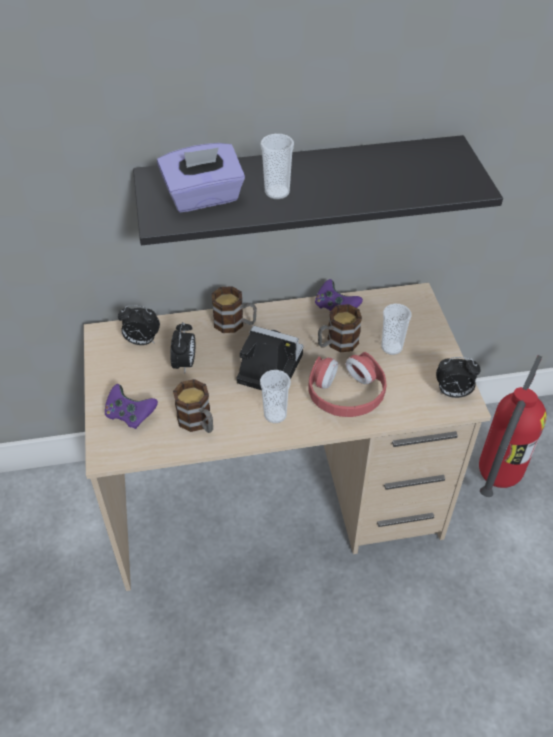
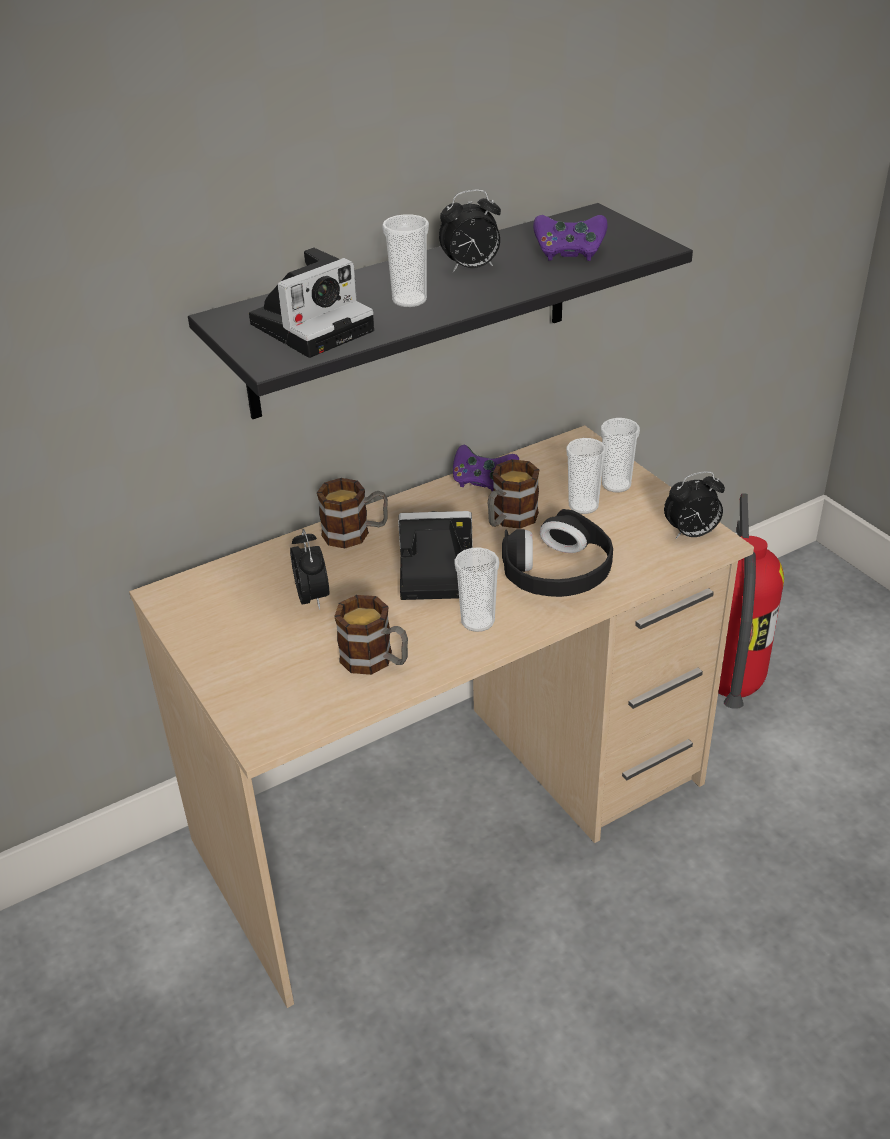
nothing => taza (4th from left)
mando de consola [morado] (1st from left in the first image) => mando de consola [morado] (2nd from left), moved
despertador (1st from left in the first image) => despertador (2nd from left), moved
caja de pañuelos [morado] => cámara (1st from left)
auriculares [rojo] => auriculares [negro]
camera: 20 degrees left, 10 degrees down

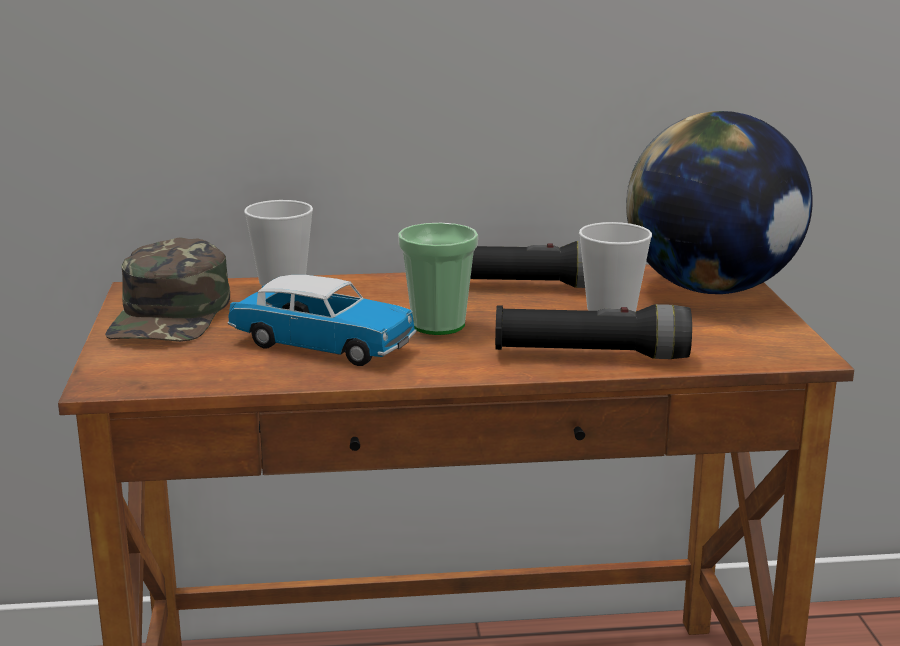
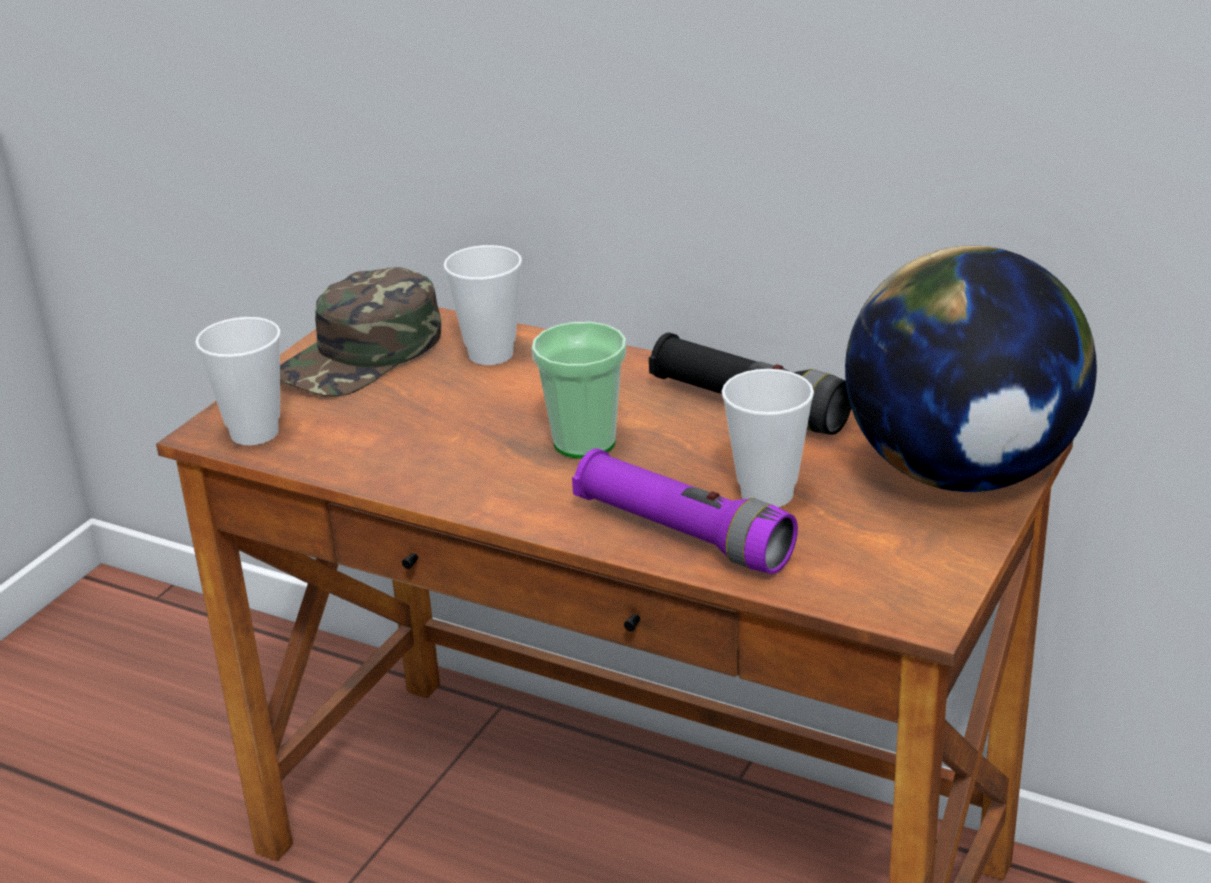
coche de juguete => nothing
nothing => taza (1st from left)
linterna [negro] (2nd from left) => linterna [morado]
camera: 35 degrees right, 10 degrees up

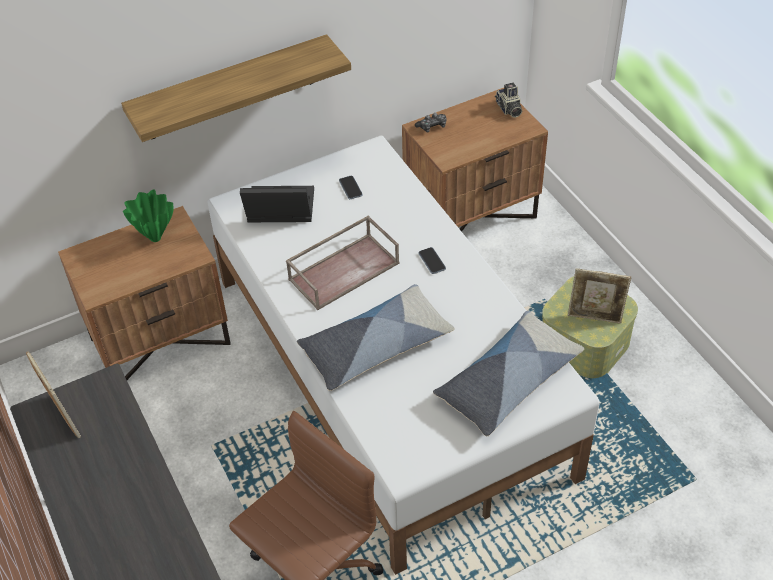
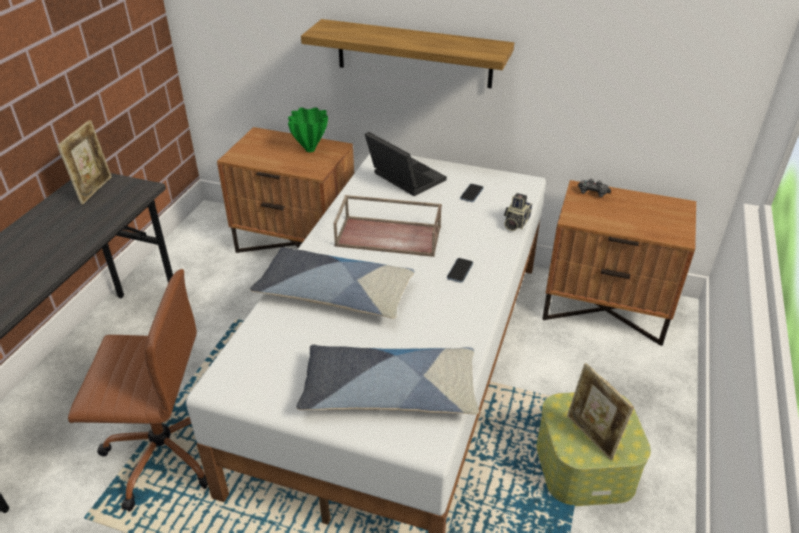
cámara, moved
camera: 45 degrees right, 10 degrees down

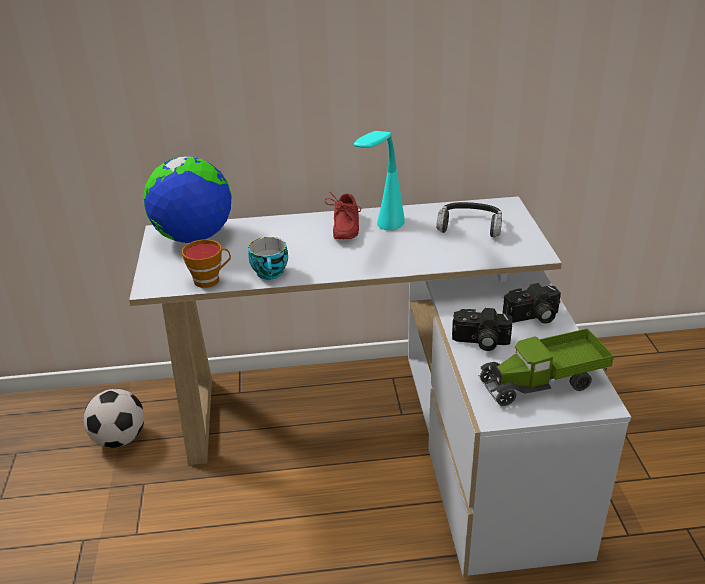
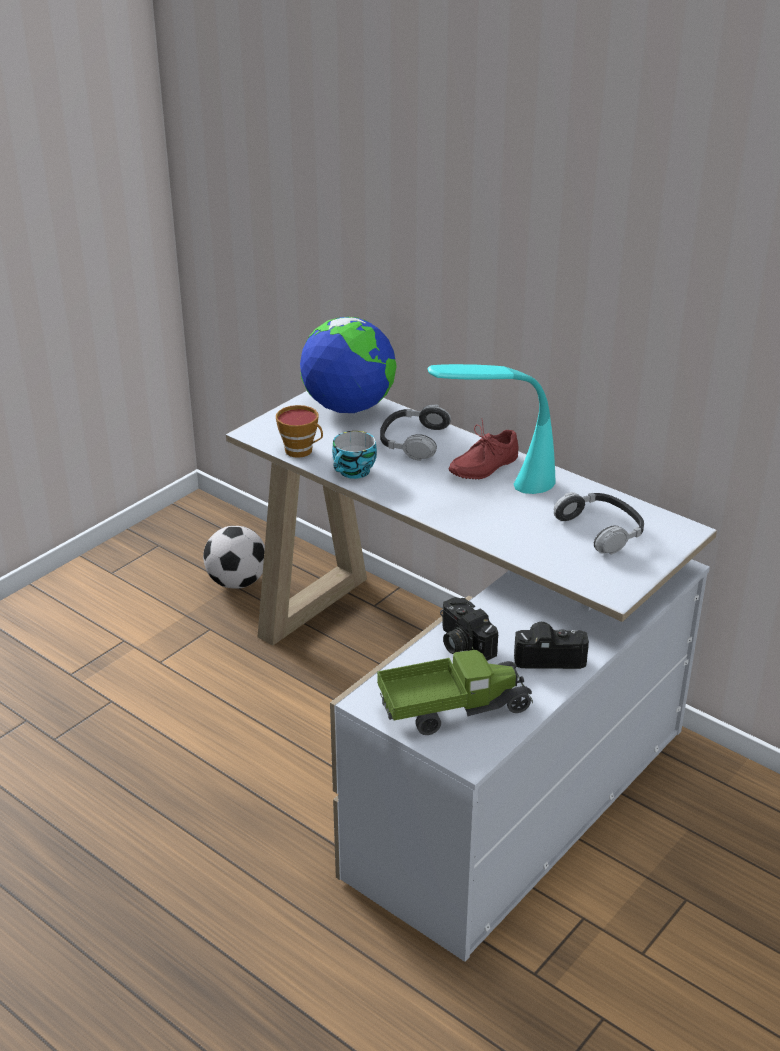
nothing => auriculares (1st from left)
camión de juguete, 135 degrees clockwise
cámara (2nd from left), 150 degrees clockwise
camera: 45 degrees right, 0 degrees up

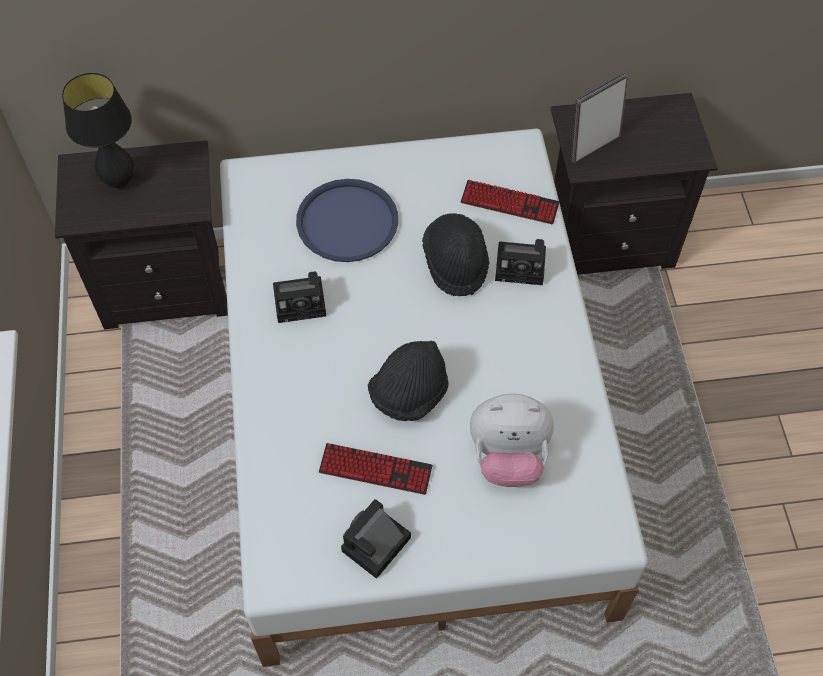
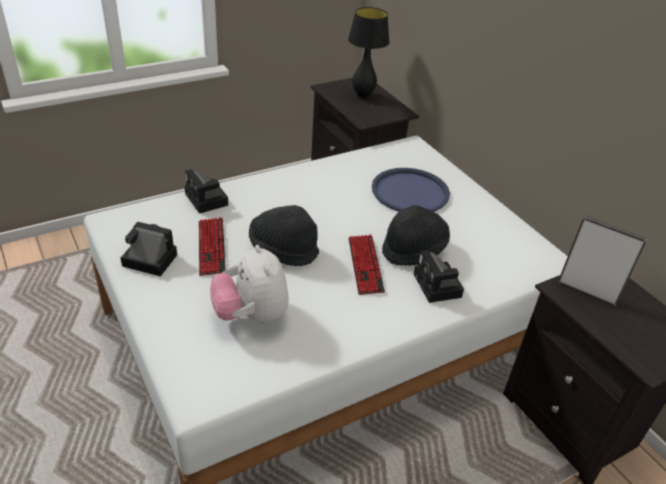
cámara (1st from left in the first image) => cámara (2nd from left), moved
teclado (2nd from left), moved
camera: 65 degrees right, 20 degrees down

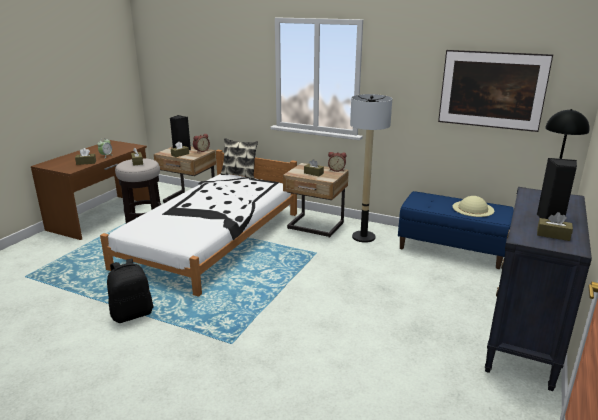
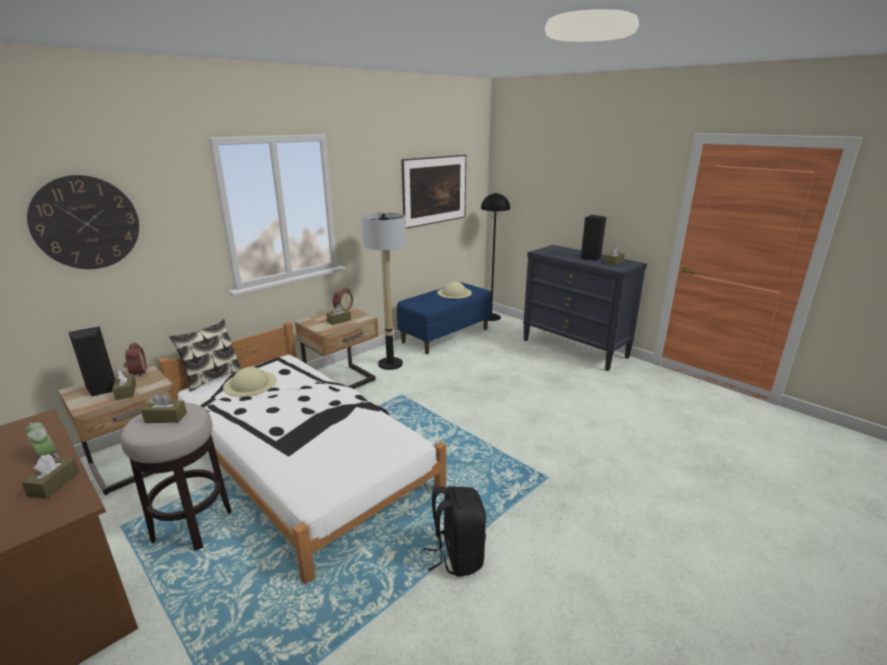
nothing => reloj de pared
nothing => sombrero [beis] (1st from left)
camera: 70 degrees left, 0 degrees up

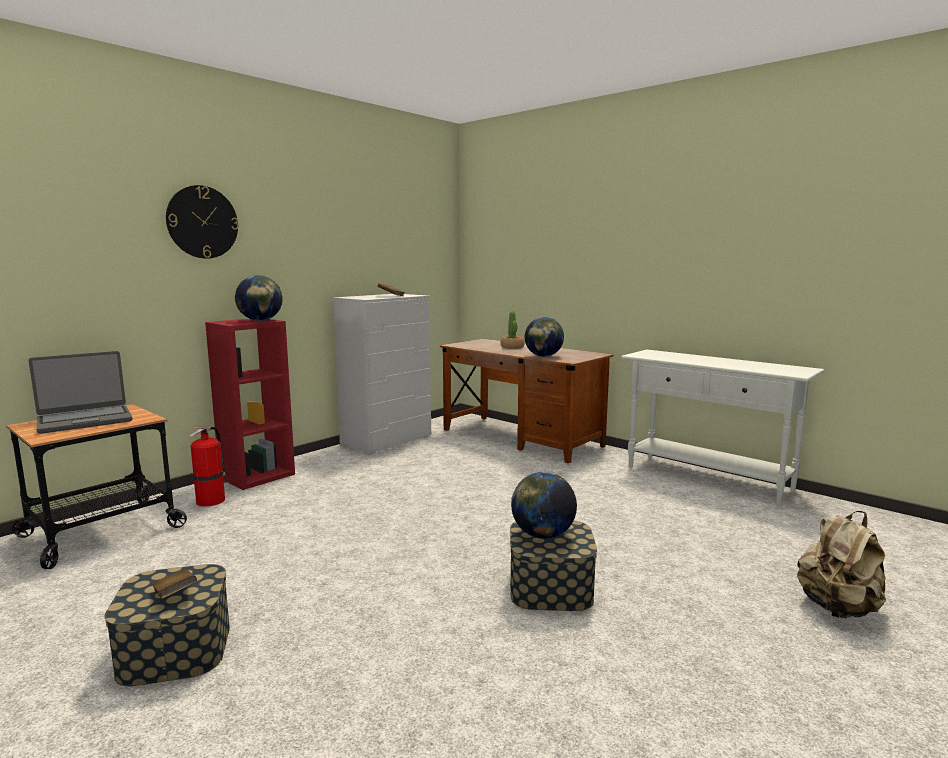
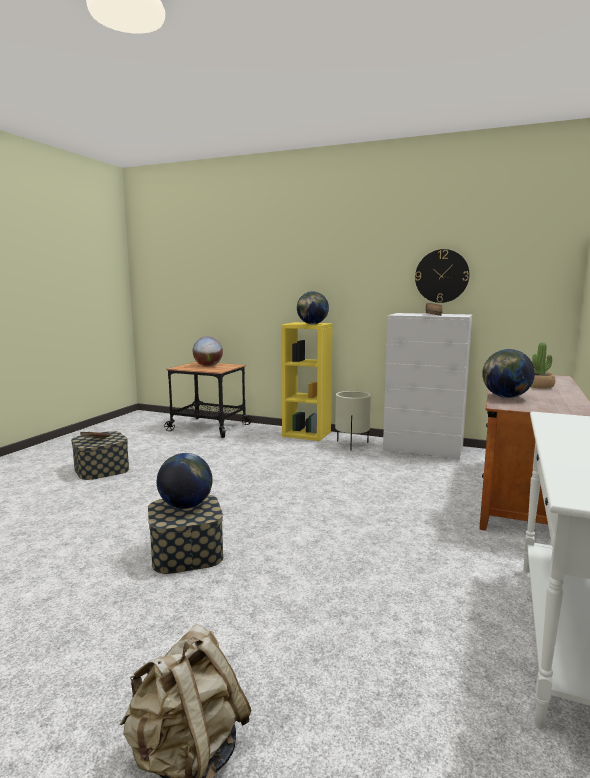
extintor => nothing
nothing => maceta [beis]
reloj de pared, moved
portátil => globo terráqueo (2nd from left)
estantería [rojo] => estantería [amarillo]
camera: 70 degrees right, 0 degrees up

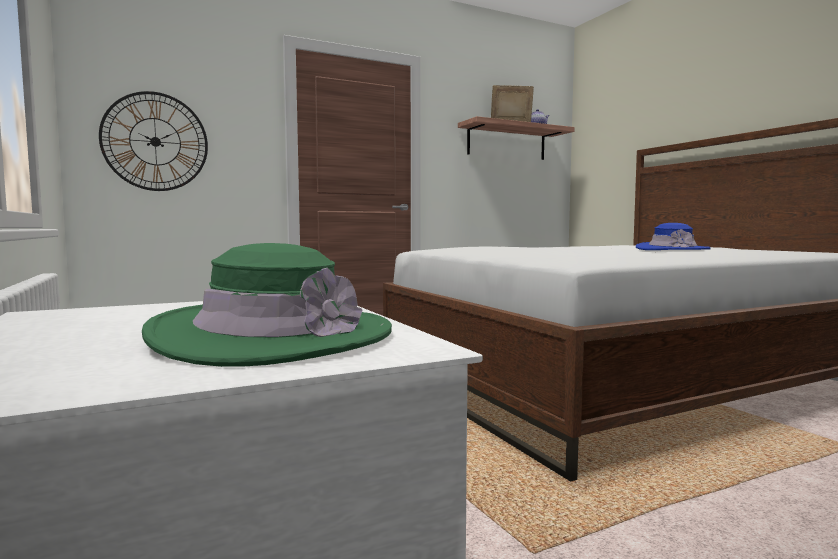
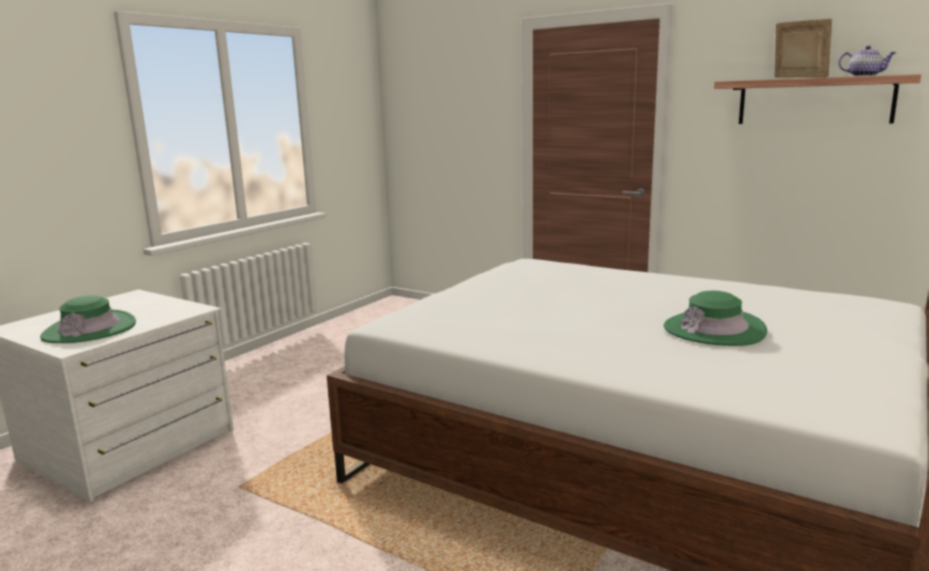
reloj de pared => nothing
sombrero [azul] => sombrero [verde] (2nd from left)
camera: 60 degrees right, 10 degrees up

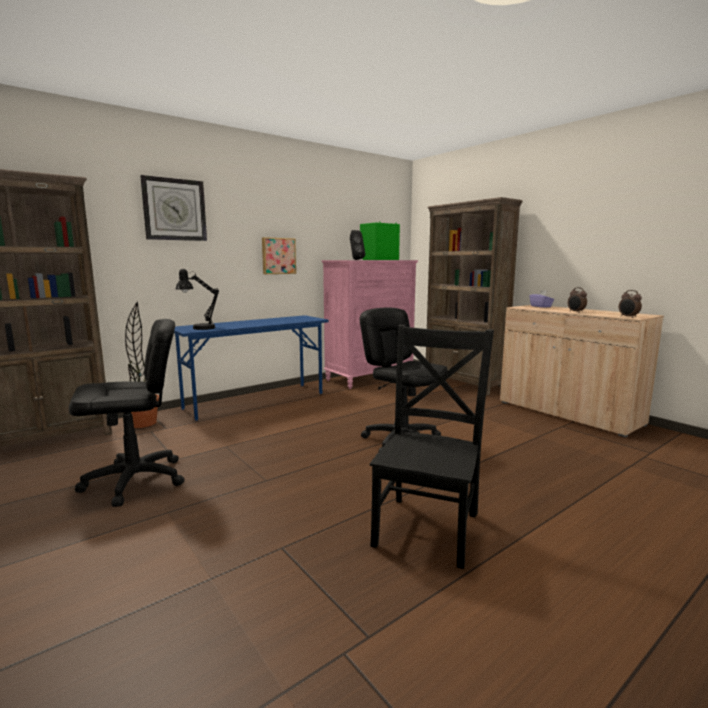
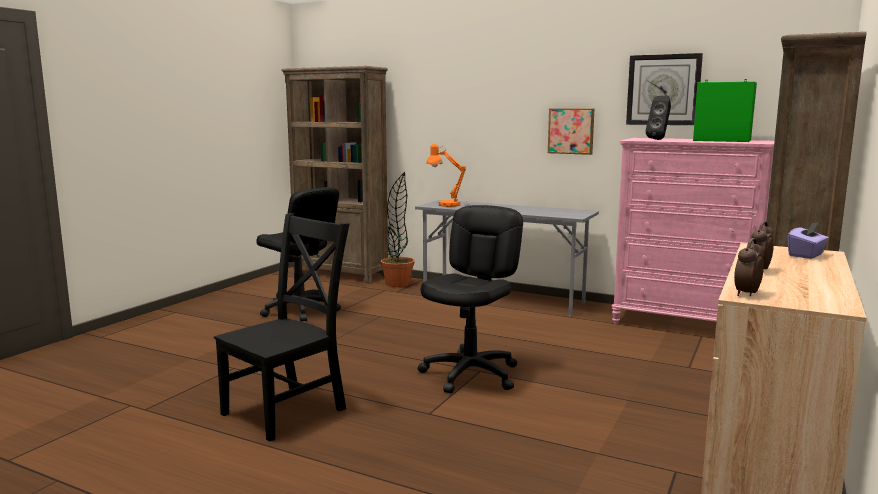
reloj de pared, moved
escritorio [azul] => escritorio [gris]
lámpara de mesa [negro] => lámpara de mesa [naranja]
silla [negro], 45 degrees counterclockwise
camera: 65 degrees right, 0 degrees up

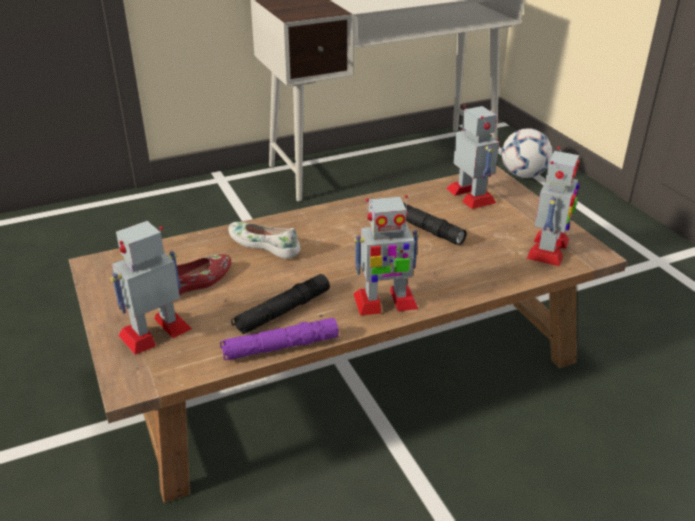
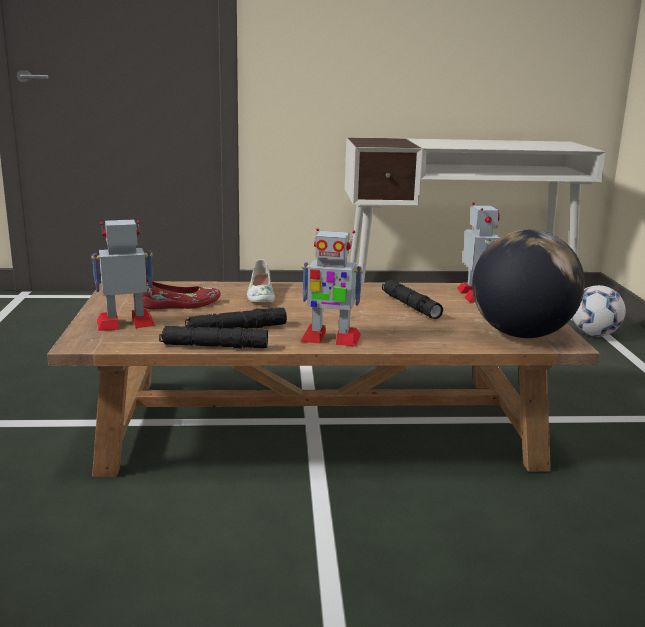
robot de juguete (4th from left) => globo terráqueo
linterna [morado] => linterna [negro] (1st from left)
zapato [blanco], 150 degrees counterclockwise
camera: 20 degrees right, 15 degrees down

